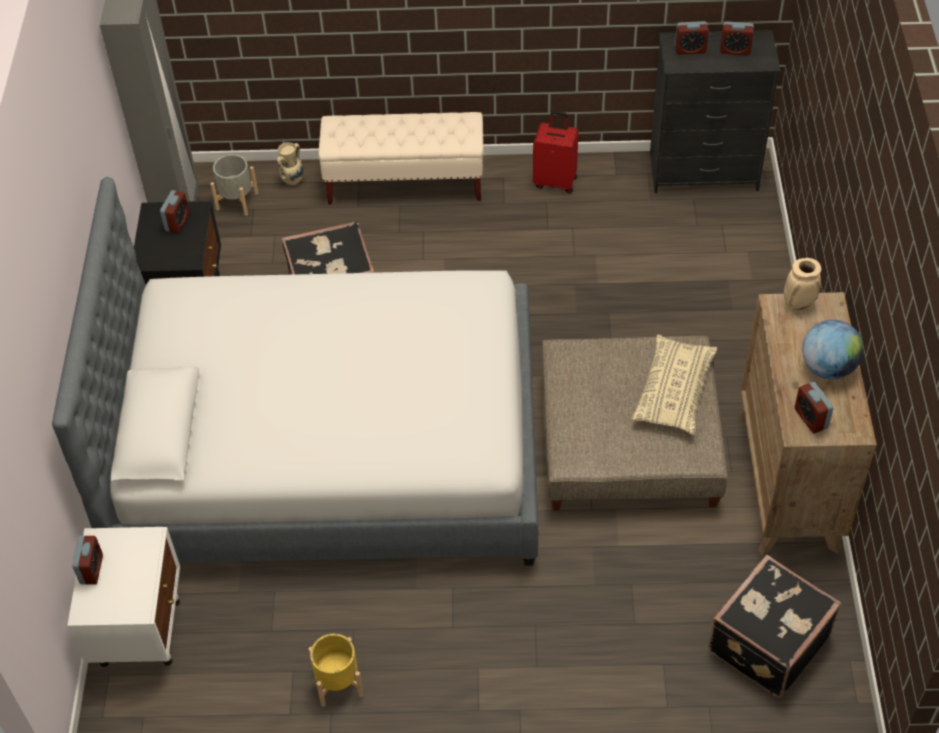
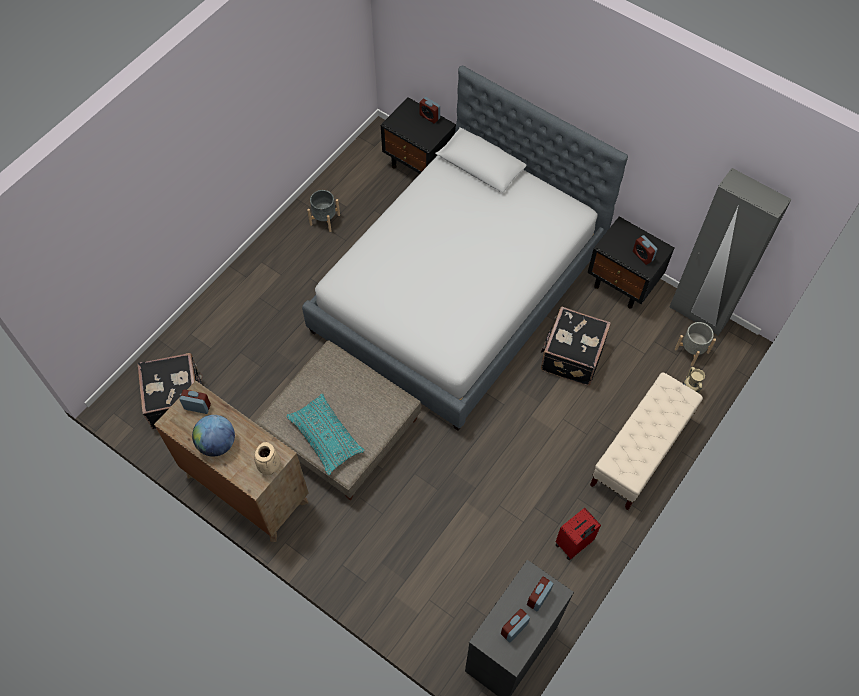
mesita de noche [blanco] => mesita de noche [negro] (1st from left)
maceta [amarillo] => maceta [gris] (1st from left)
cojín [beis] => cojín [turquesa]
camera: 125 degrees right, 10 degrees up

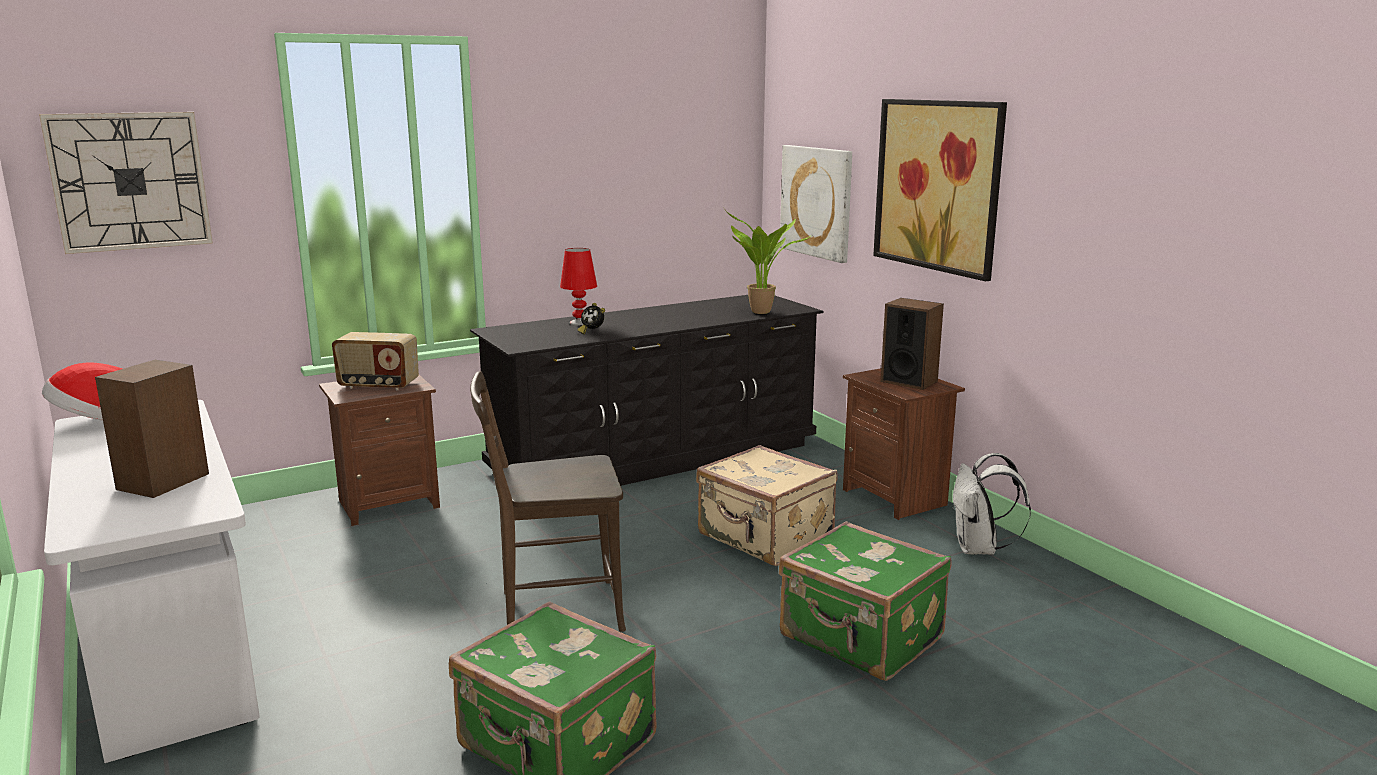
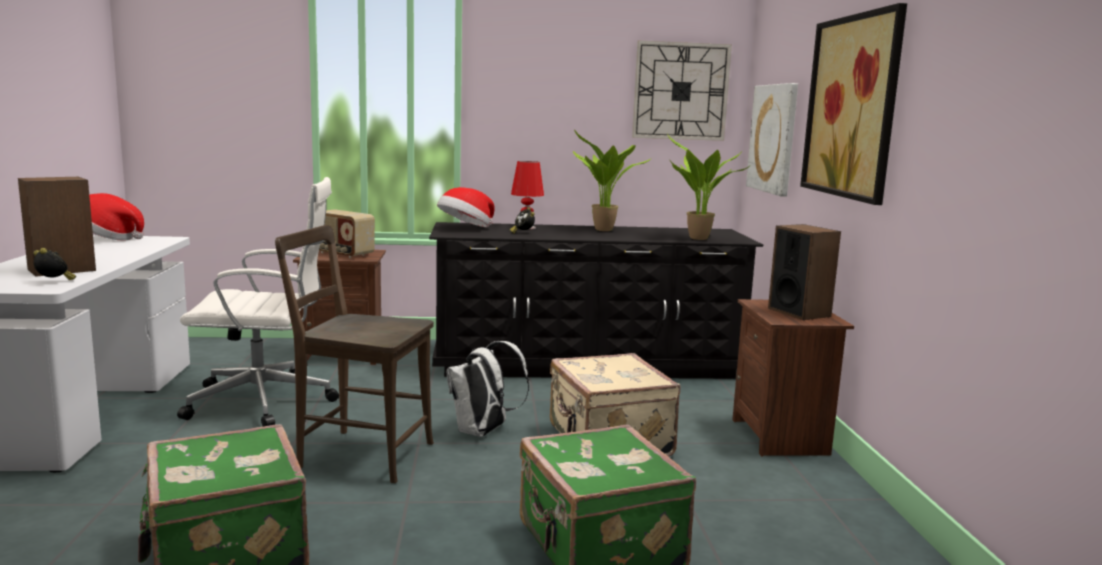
nothing => despertador (1st from left)
nothing => silla de oficina [blanco]
nothing => sombrero (2nd from left)
nothing => planta en maceta (1st from left)
reloj de pared, moved
mochila [blanco], moved
camera: 25 degrees right, 5 degrees down

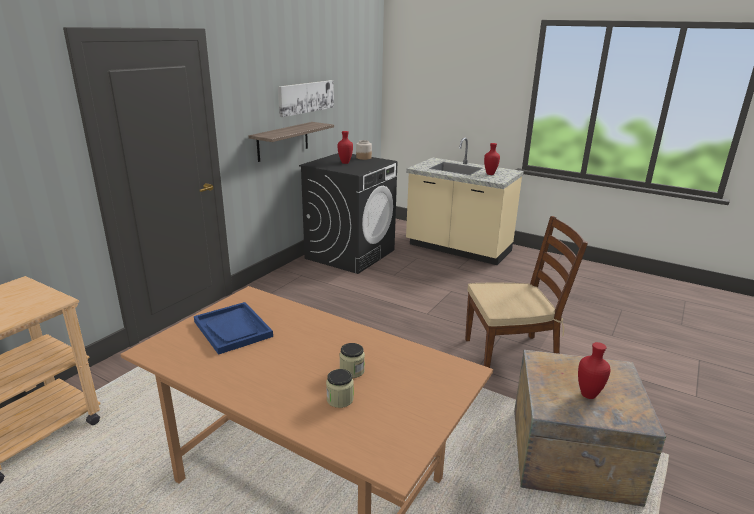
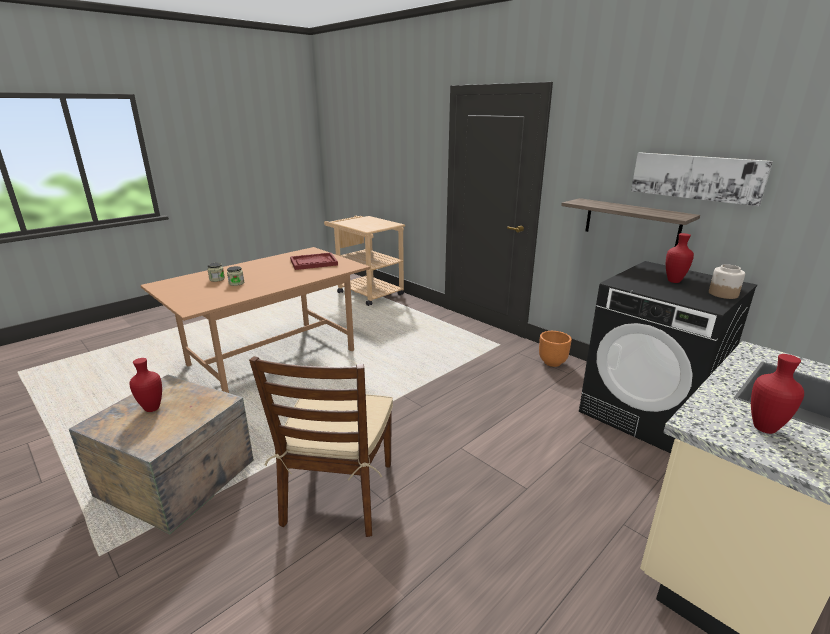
nothing => maceta [naranja]
bandeja [azul] => bandeja [rojo]
camera: 105 degrees right, 0 degrees up

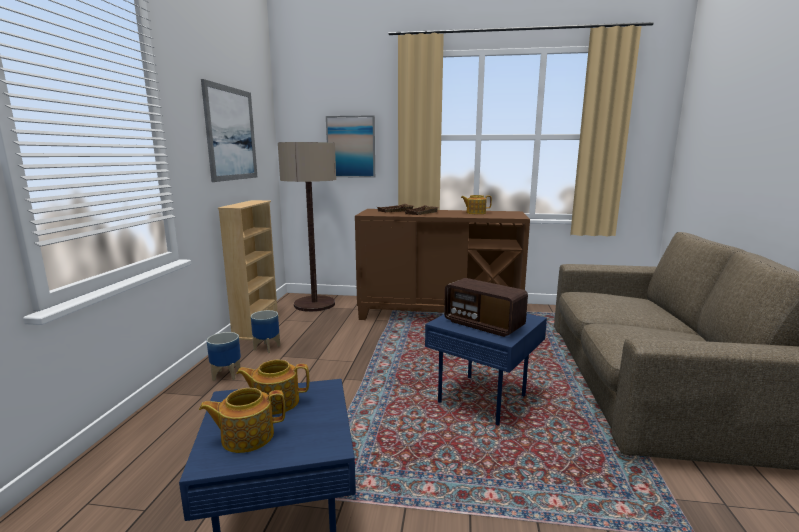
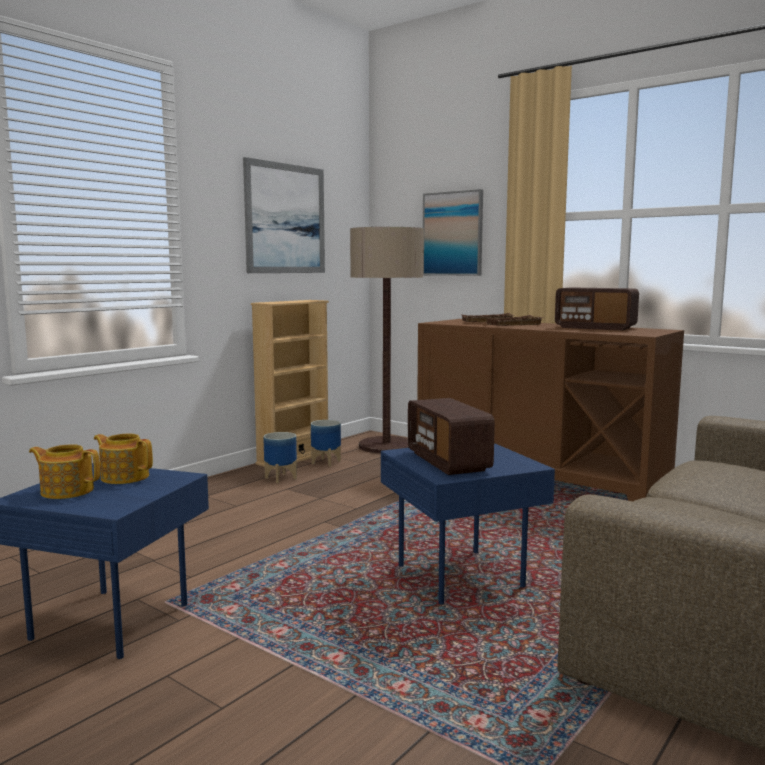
maceta (1st from left in the first image) => maceta (2nd from left), moved
tetera (3rd from left) => radio (2nd from left)
camera: 30 degrees right, 5 degrees down

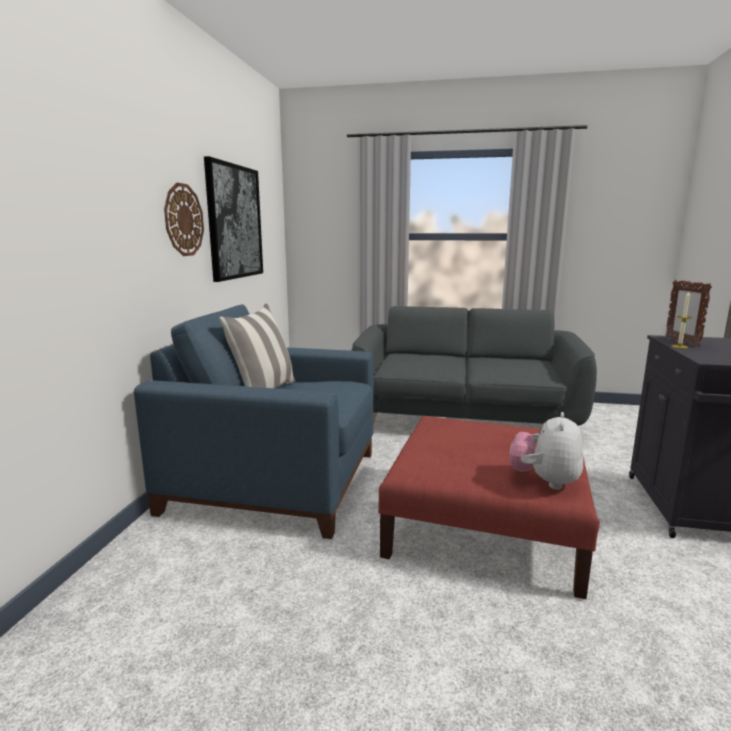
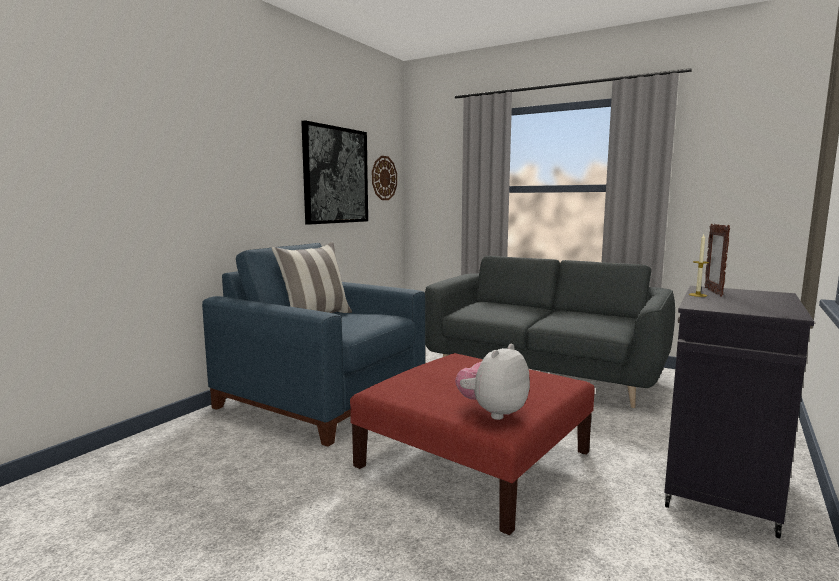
reloj de pared, moved
camera: 20 degrees right, 5 degrees down

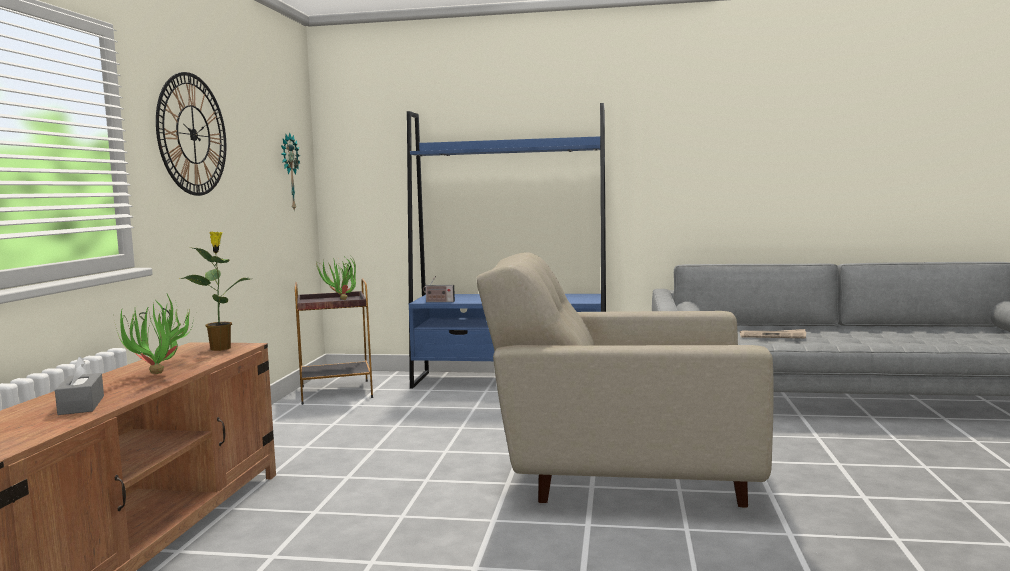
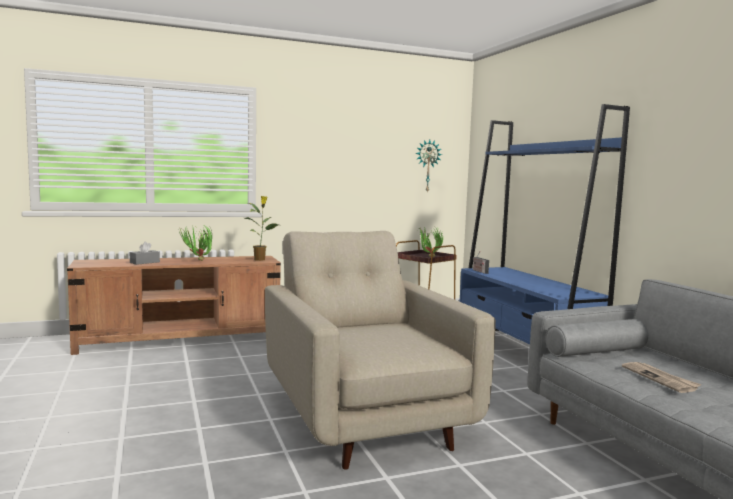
reloj de pared (1st from left) => nothing
camera: 60 degrees right, 0 degrees up

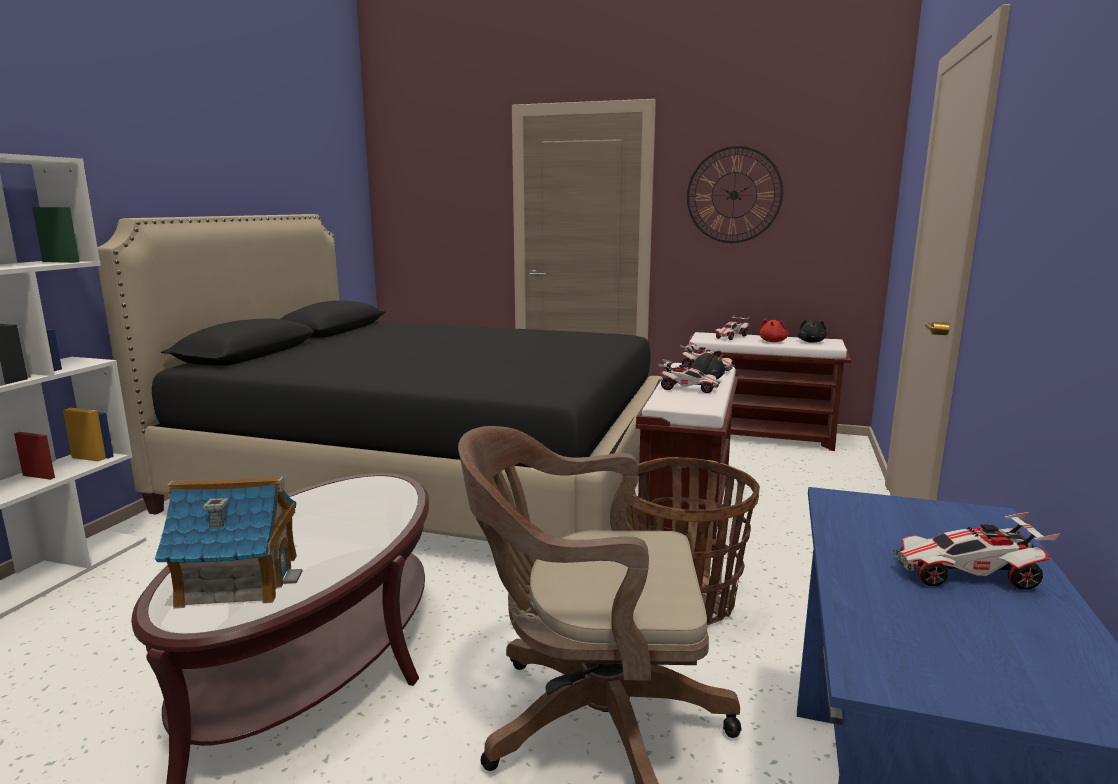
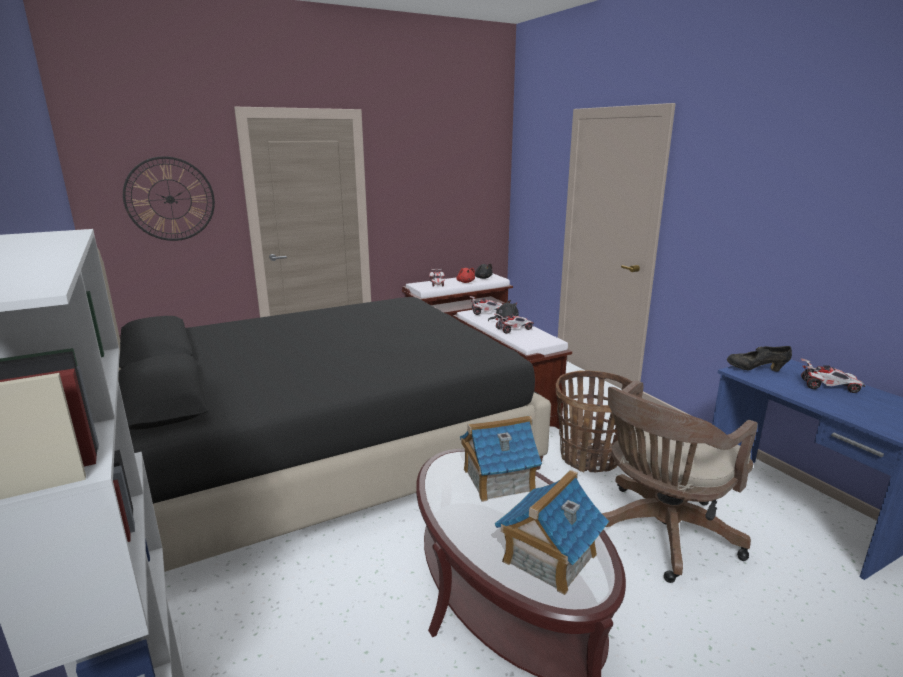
nothing => casita (1st from left)
nothing => zapato [negro]
reloj de pared, moved
coche de juguete (4th from left), 120 degrees counterclockwise
camera: 45 degrees left, 5 degrees up

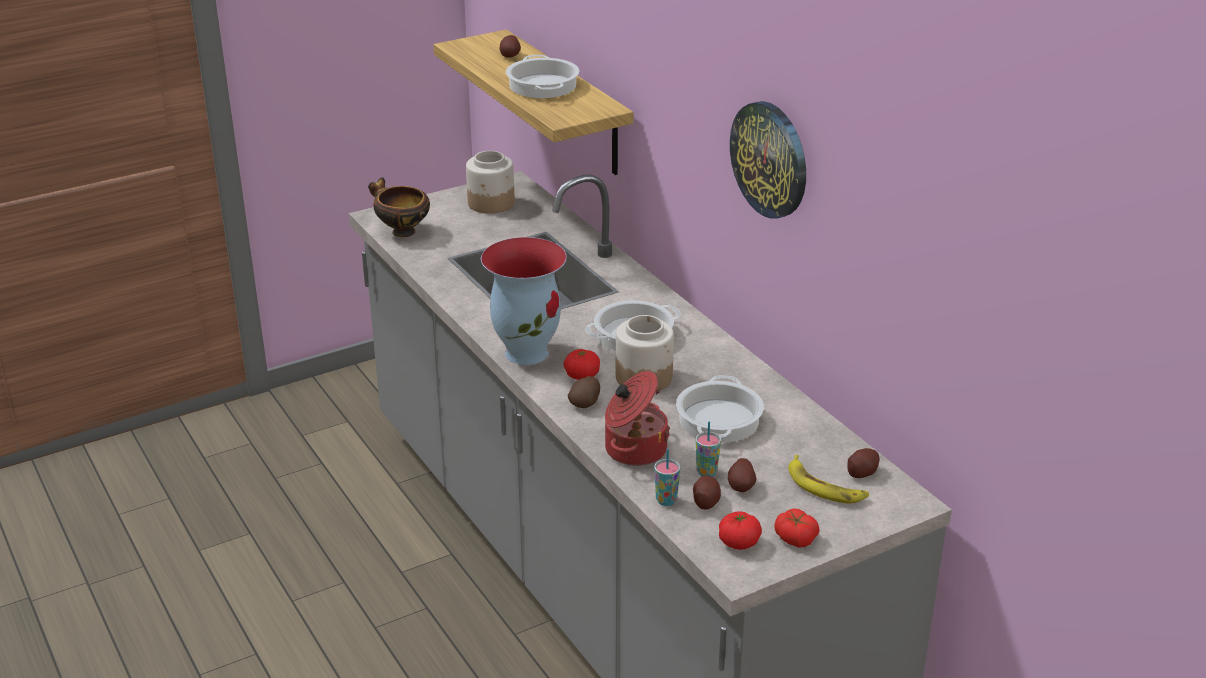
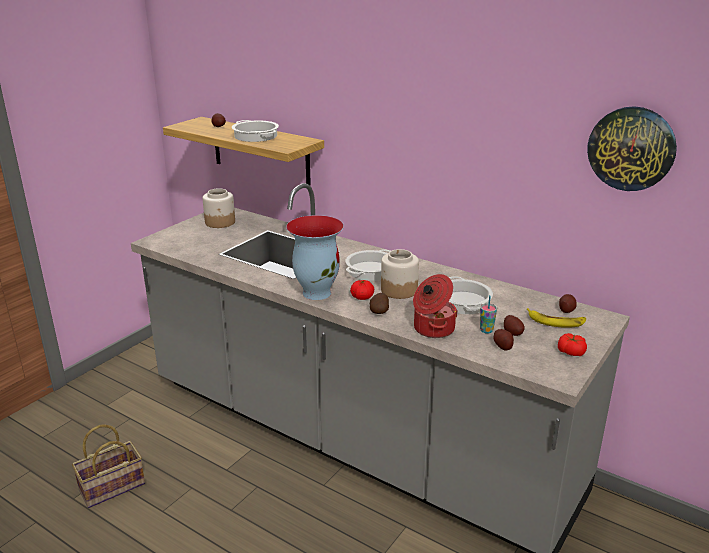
cuenco => nothing
taza (1st from left) => nothing
tomate (2nd from left) => nothing
nothing => cesta
reloj de pared, moved
camera: 25 degrees left, 5 degrees down

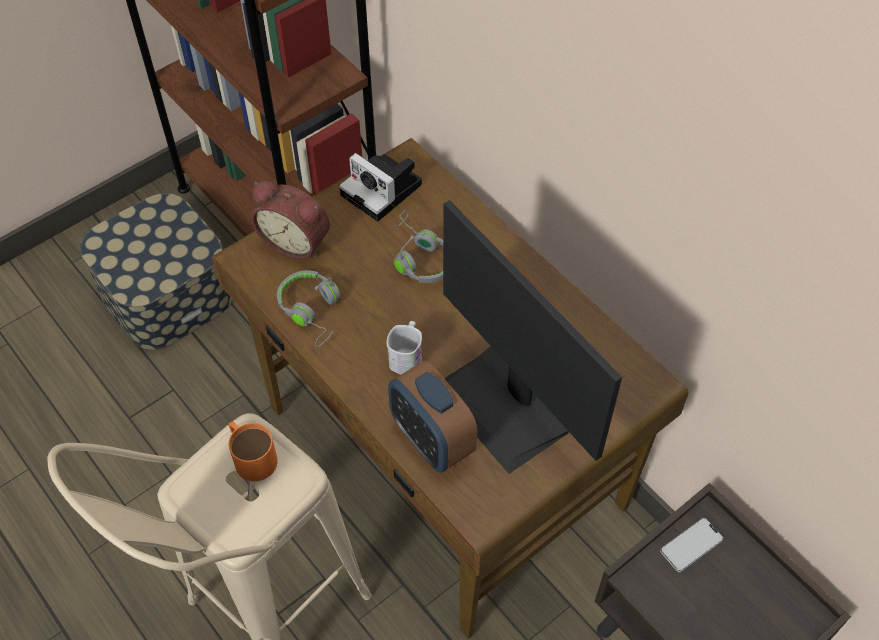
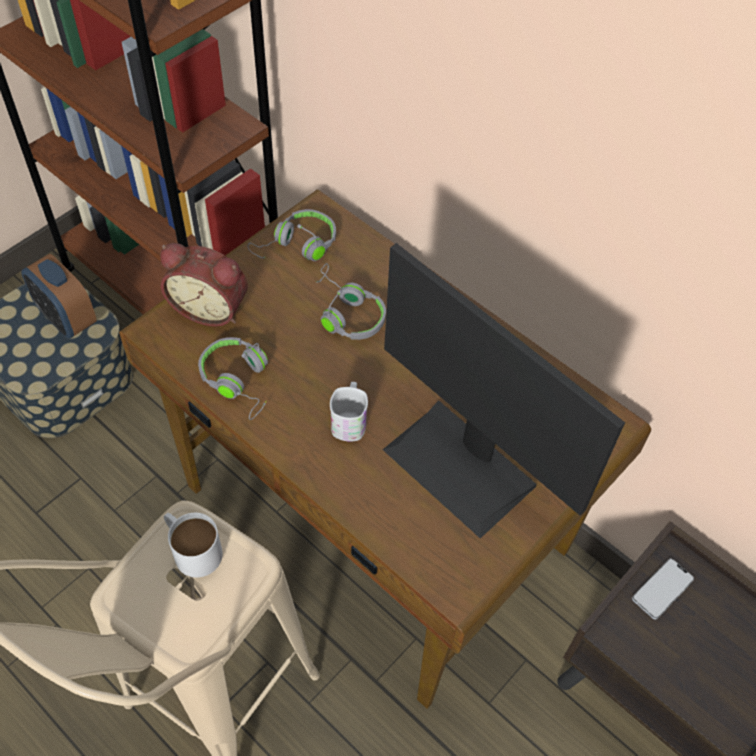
despertador (2nd from left in the first image) => despertador (1st from left), moved
cámara => auriculares [gris] (2nd from left)
taza grande [naranja] => taza grande [blanco] (1st from left)
camera: 10 degrees left, 0 degrees up

